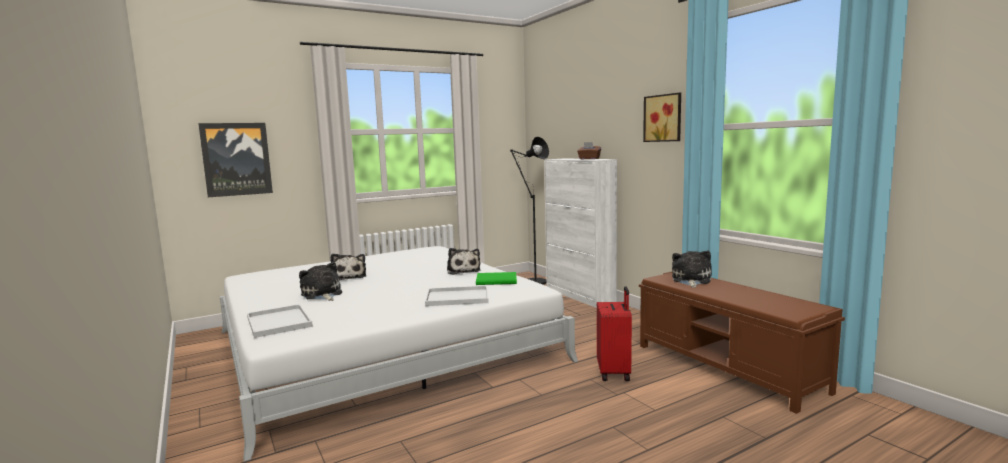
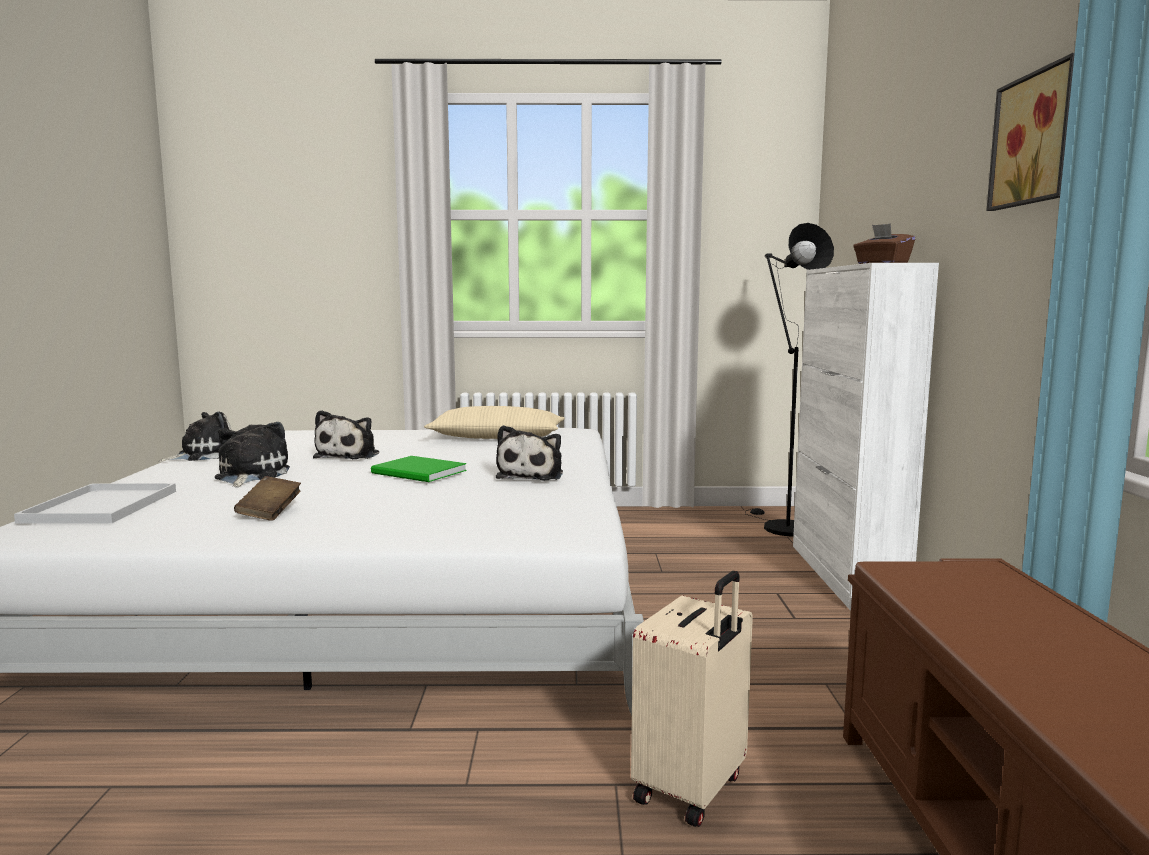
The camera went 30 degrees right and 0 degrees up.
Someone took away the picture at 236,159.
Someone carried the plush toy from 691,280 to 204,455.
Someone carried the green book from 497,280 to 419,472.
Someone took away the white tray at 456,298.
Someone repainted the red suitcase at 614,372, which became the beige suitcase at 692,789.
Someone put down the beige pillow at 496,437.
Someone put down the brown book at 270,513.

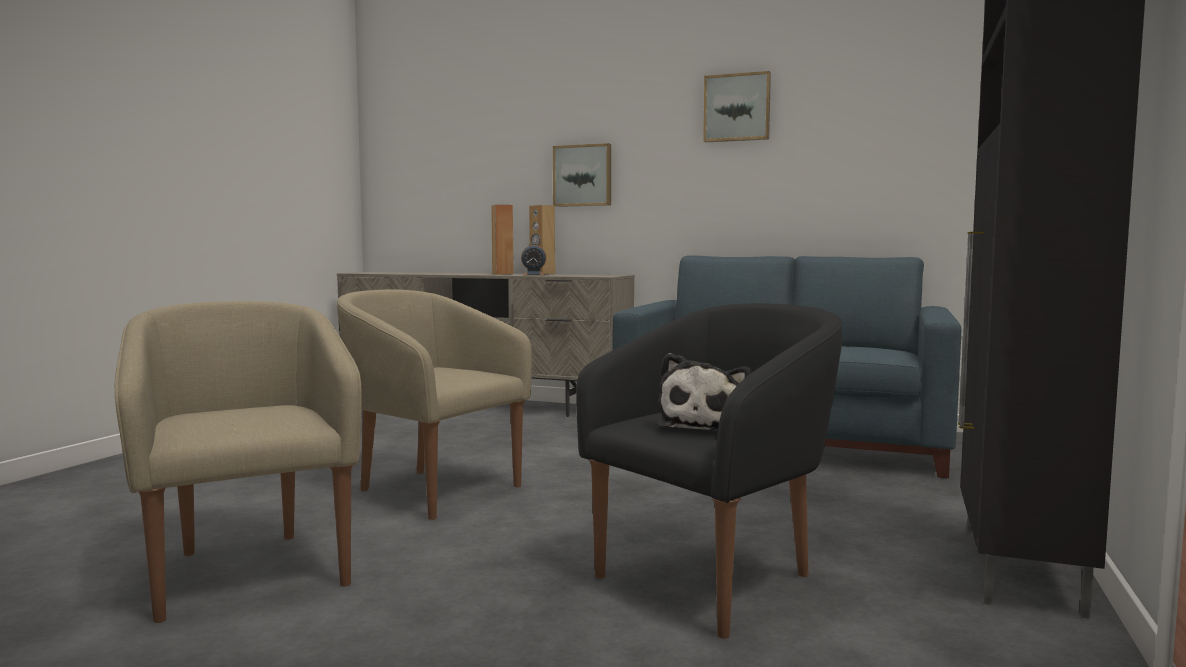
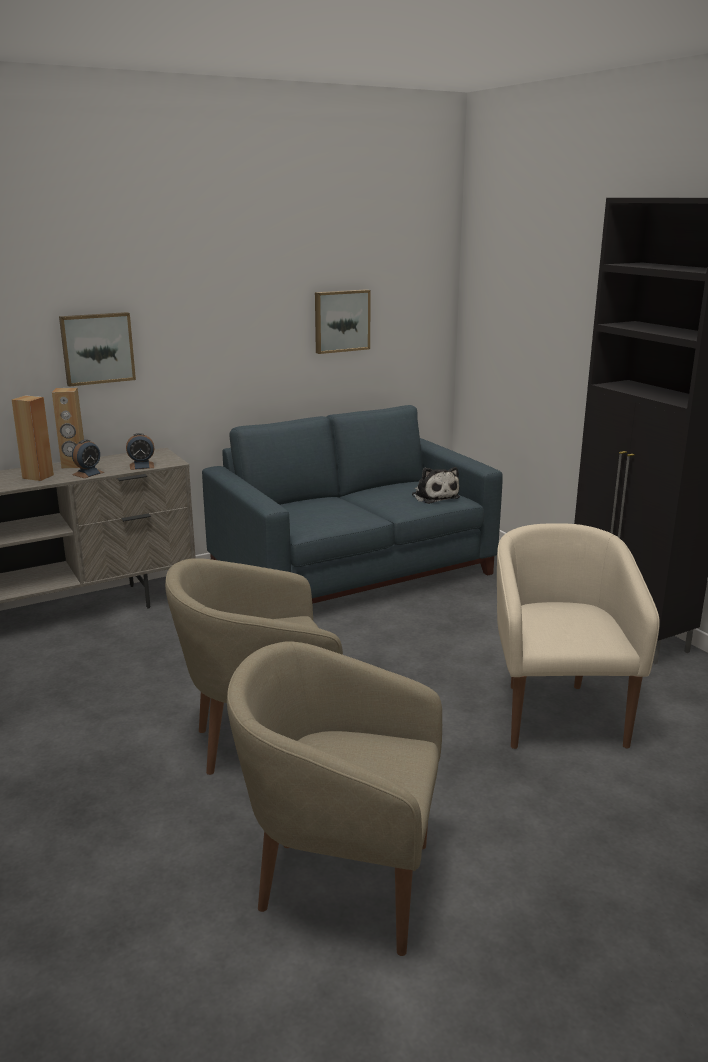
The camera went 50 degrees left and 15 degrees up.
Someone carried the picture from 737,108 to 341,321.
Someone repainted the black armchair at 715,579, which became the beige armchair at 556,714.
Someone carried the plush toy from 708,425 to 434,496.
Someone put down the alarm clock at 141,466.

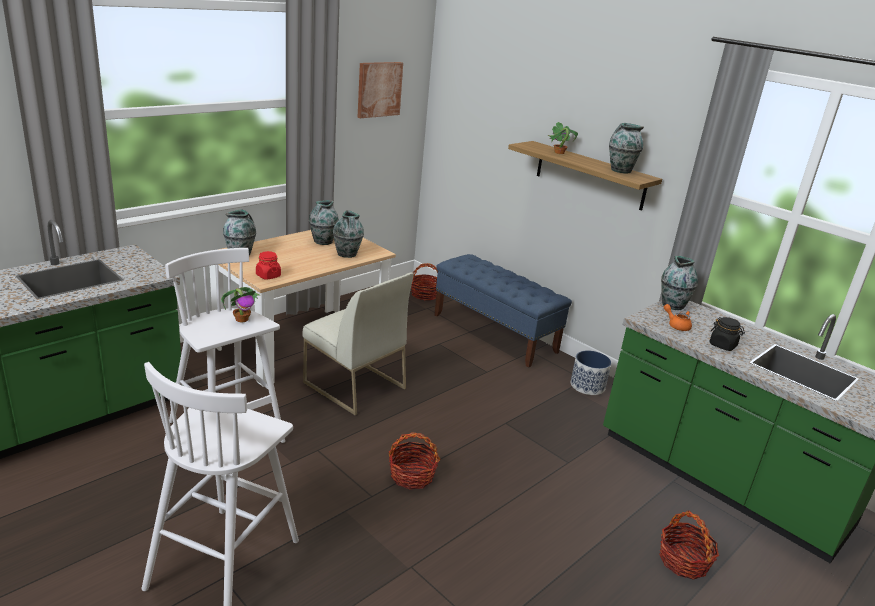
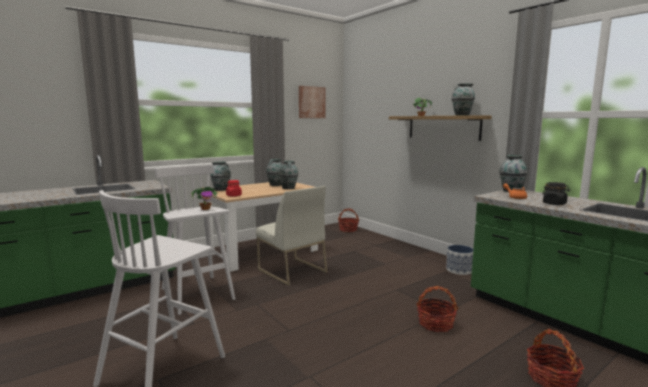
The camera went 10 degrees right and 15 degrees down.
Someone took away the blue bench at 494,333.
Someone carried the basket from 411,476 to 435,324.

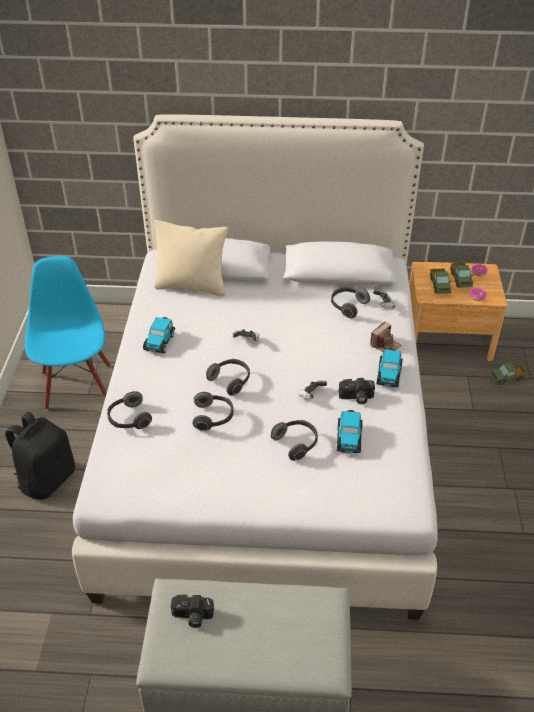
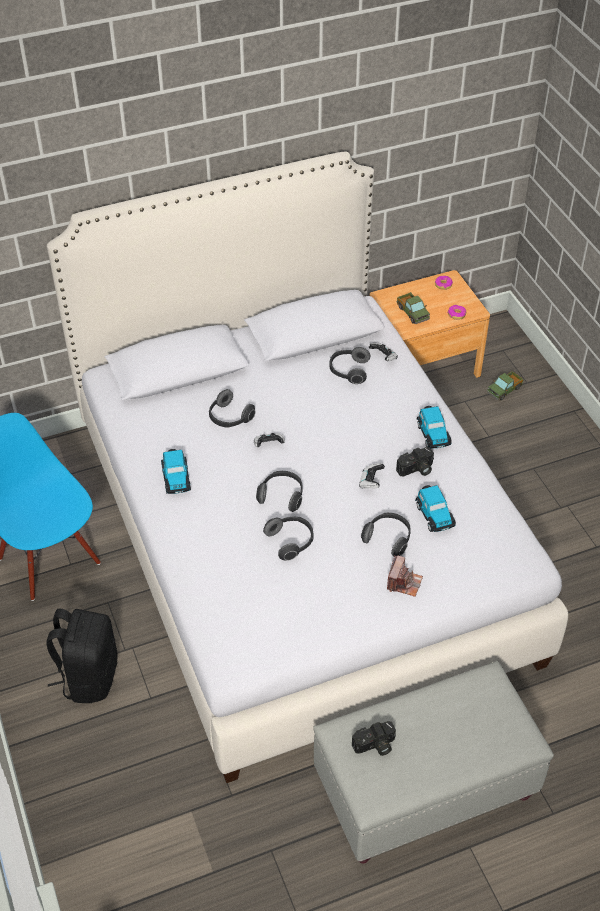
The camera went 25 degrees left and 5 degrees up.
Someone took away the beige pillow at 191,286.
Someone took away the toy truck at 460,279.
Someone carried the photo camera from 385,345 to 404,583.
Someone carried the headphones from 129,419 to 229,418.

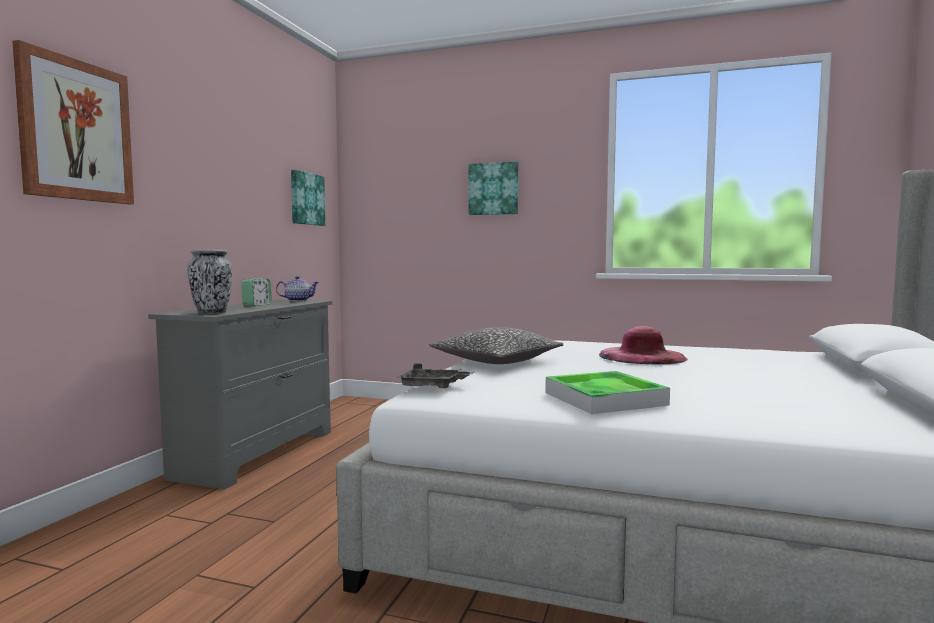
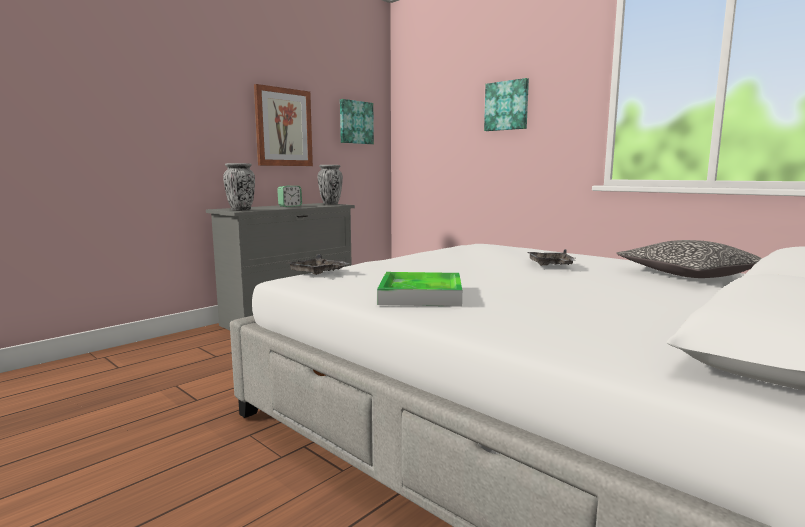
The camera went 25 degrees right and 5 degrees up.
Someone carried the picture from 76,131 to 283,127.
Someone swapped the teapot at 297,300 for the vase at 330,204.
Someone swapped the pink hat at 642,356 for the grey tray at 551,265.
Someone carried the pillow from 496,361 to 689,274.

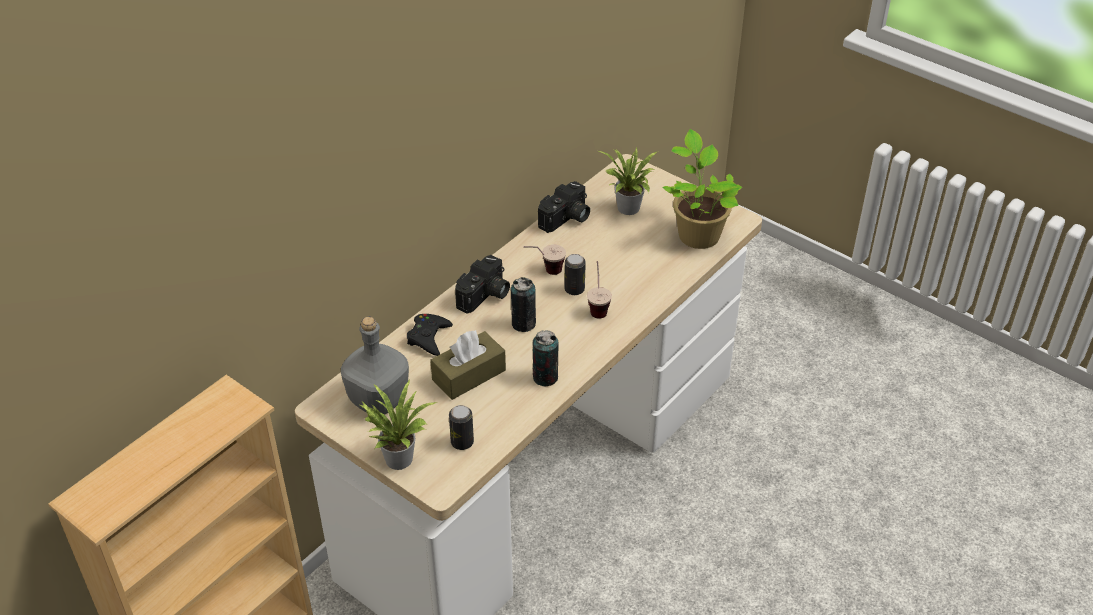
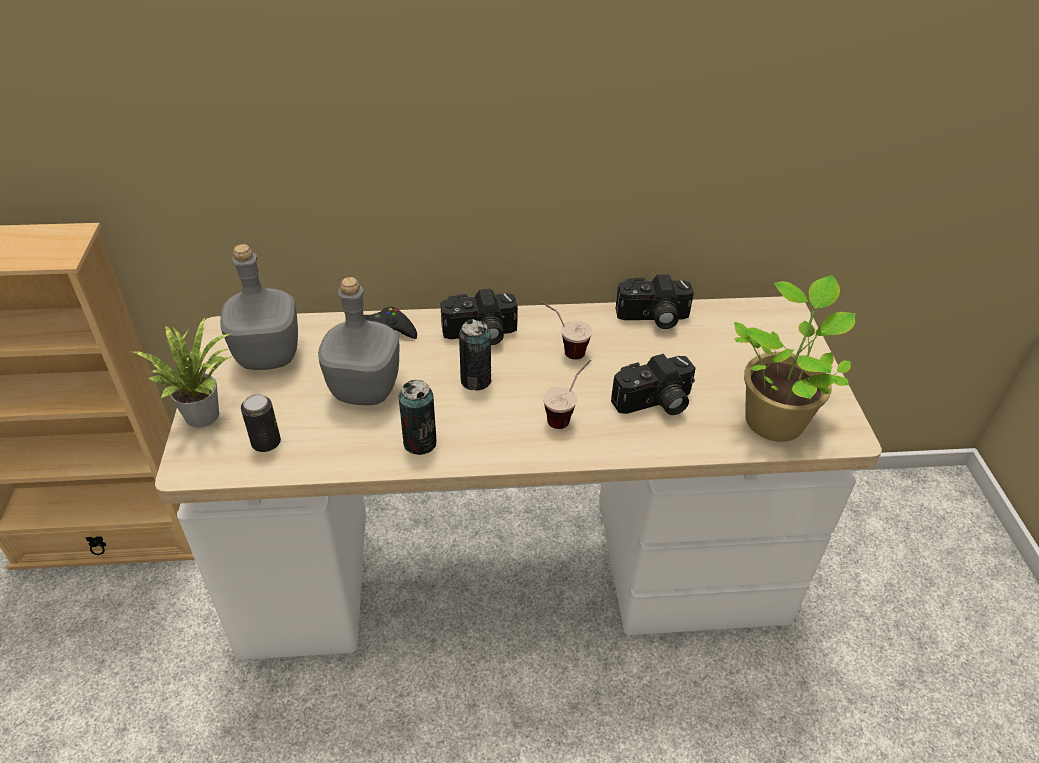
The camera went 45 degrees right and 0 degrees up.
Someone took away the potted plant at 628,210.
Someone took away the can at 574,289.
Someone swapped the brown tissue box at 469,375 for the grey bottle at 363,389.
Someone put down the photo camera at 655,403.

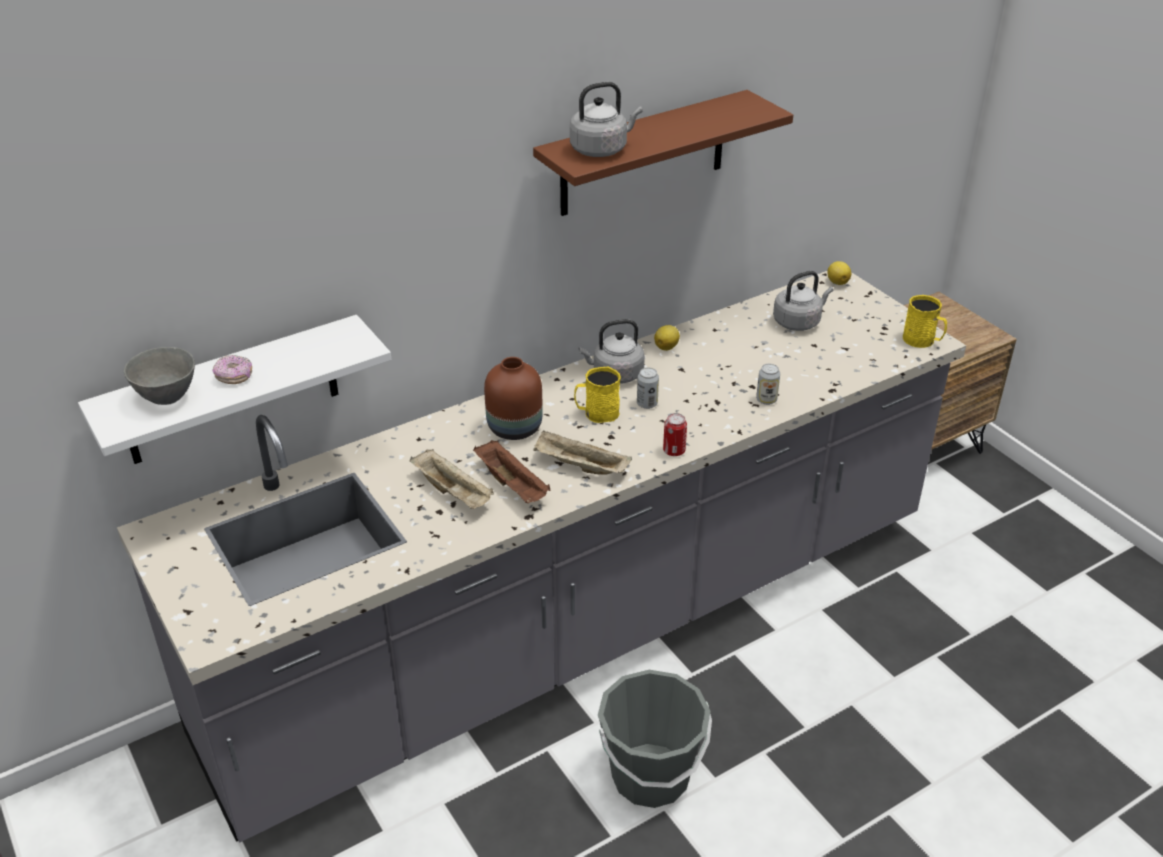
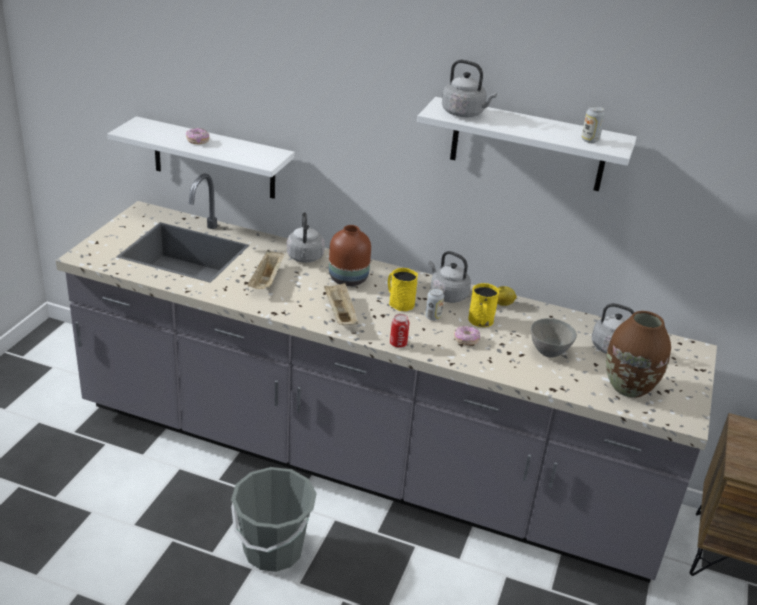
The camera went 50 degrees right and 5 degrees down.
Someone repainted the brown shelf at 643,154, which became the white shelf at 528,145.
Someone took away the lemon at 837,282.
Someone carried the yellow mug from 922,340 to 481,322.
Someone carried the grey bowl from 168,398 to 549,353.
Someone carried the can from 766,400 to 590,140.
Someone took away the brown tray at 513,485.
Someone put down the grey kettle at 305,258.
Someone put down the brown vase at 628,387.
Someone put down the donut at 466,340.

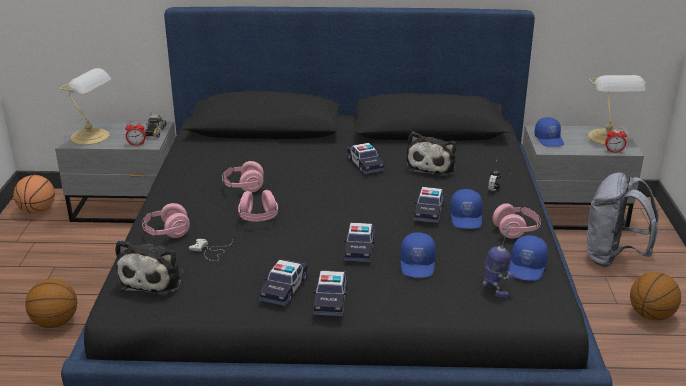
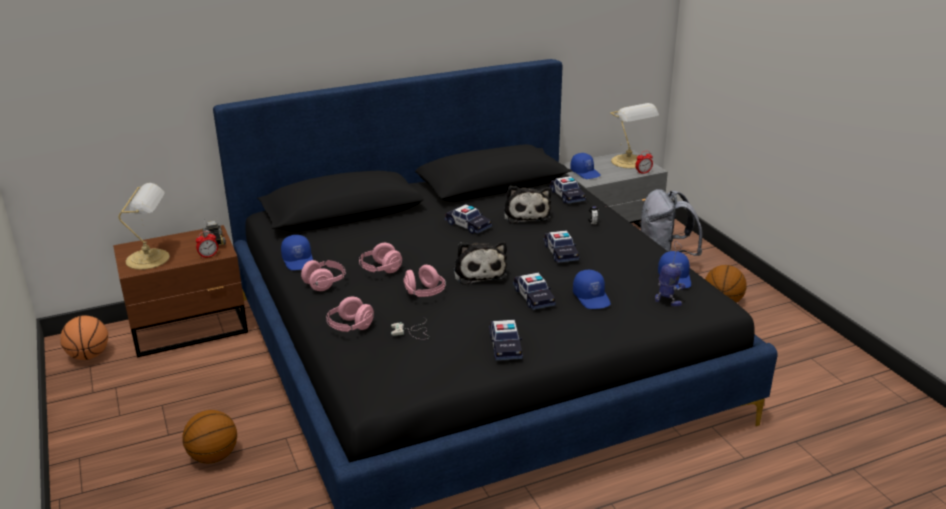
The camera went 25 degrees left and 0 degrees up.
Someone repainted the grey nightstand at 128,208, which became the brown nightstand at 190,328.
Someone carried the blue cap from 466,218 to 299,260.
Someone carried the pink headphones from 516,231 to 325,283.
Someone carried the plush toy from 154,278 to 479,272.
Someone carried the toy car from 330,299 to 567,195.

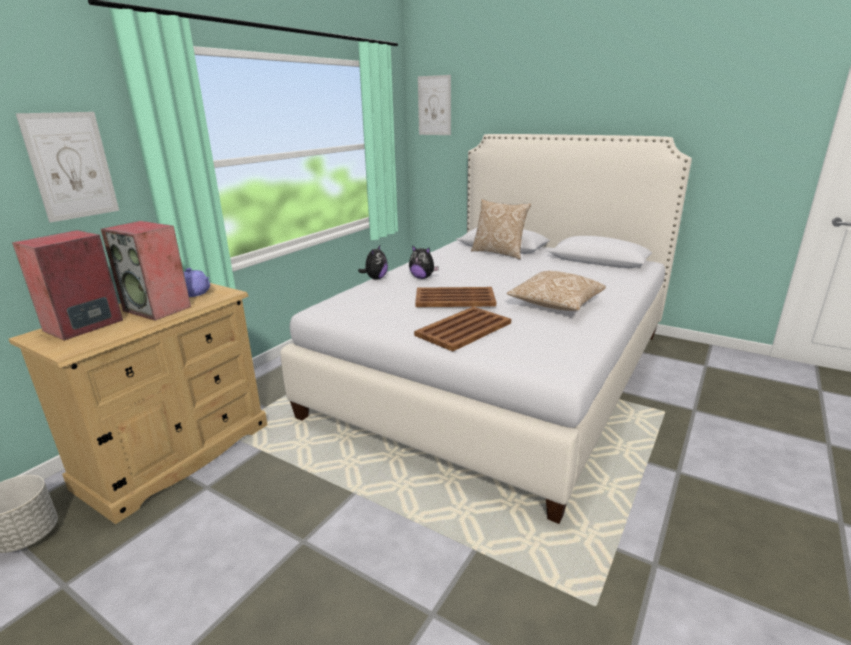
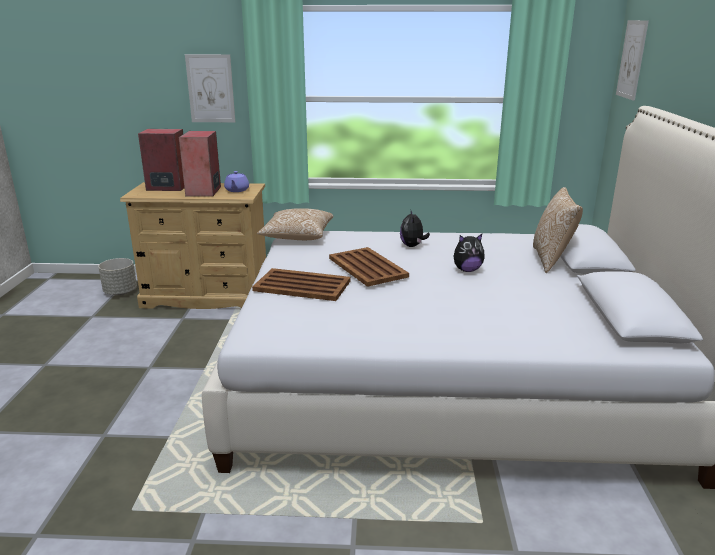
The camera went 60 degrees right and 0 degrees up.
Someone carried the plush toy from 375,278 to 467,270.
Someone carried the pillow from 555,304 to 297,236.

